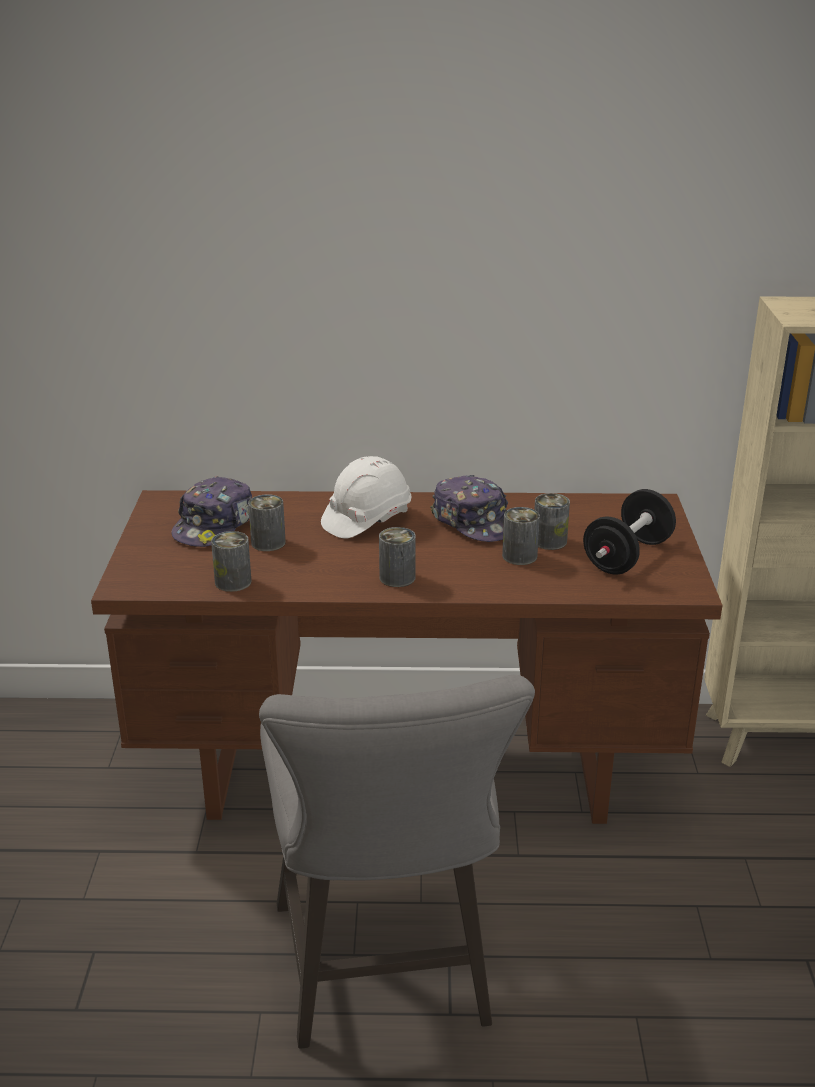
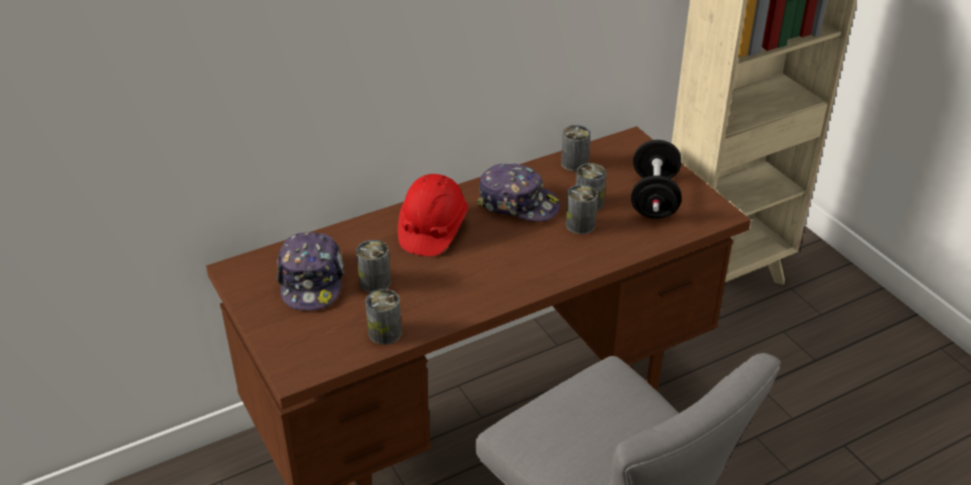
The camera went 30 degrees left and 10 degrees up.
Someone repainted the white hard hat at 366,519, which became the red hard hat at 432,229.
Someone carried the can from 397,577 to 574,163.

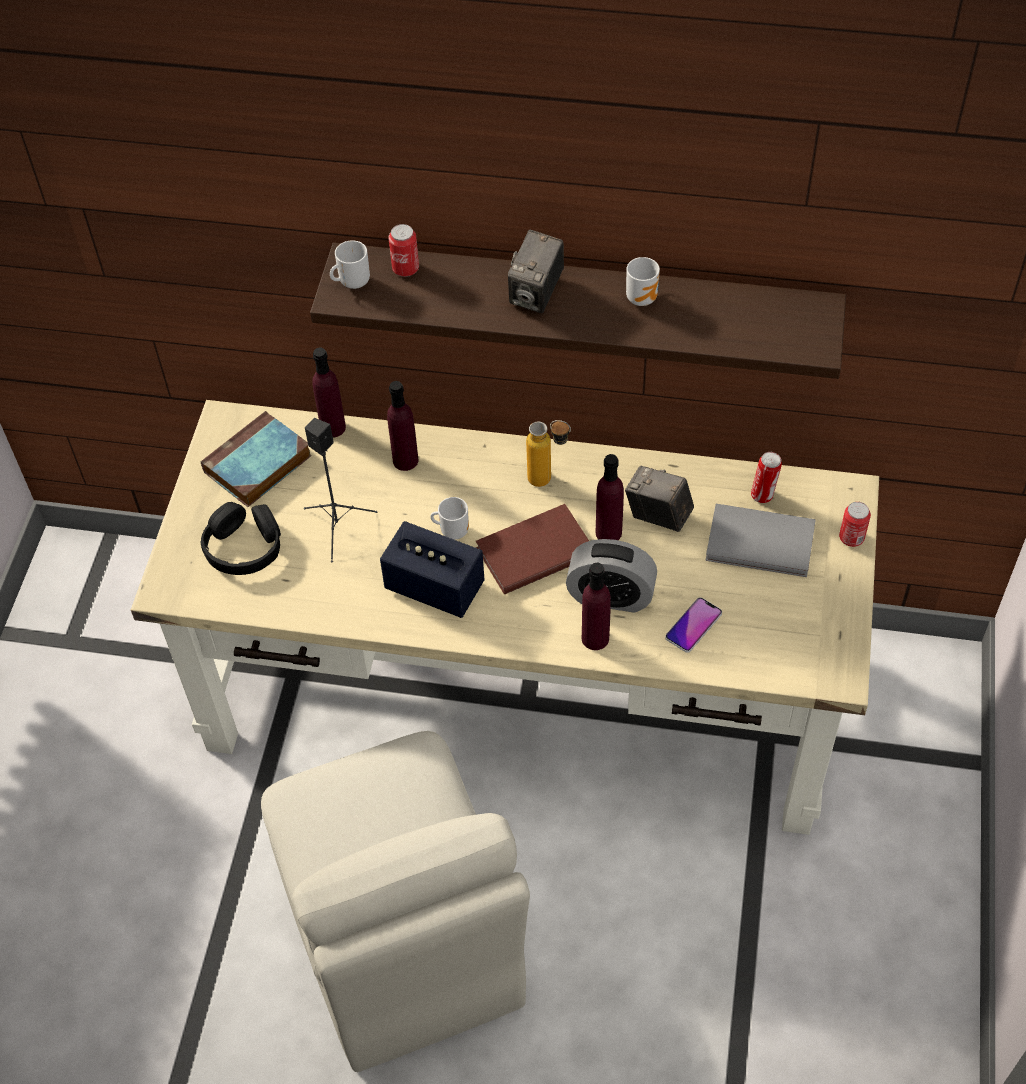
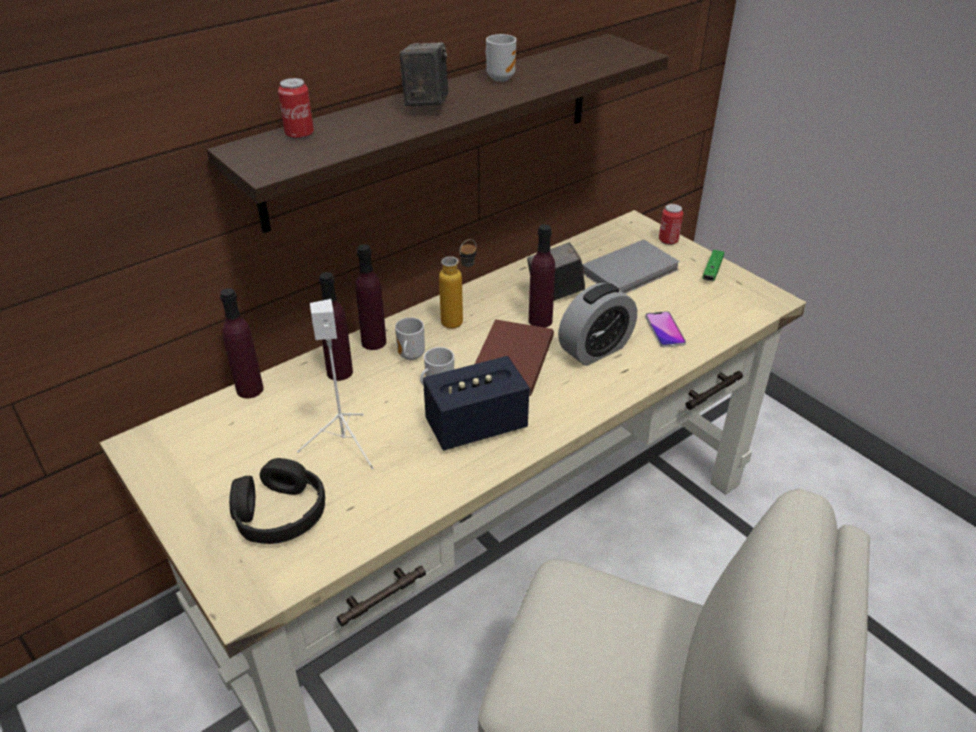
The camera went 50 degrees left and 15 degrees down.
Someone rotated the photo camera at 536,294 by 150 degrees counterclockwise.
Someone carried the mug from 352,282 to 409,357.
Someone took away the book at 257,466.
Someone repainted the black speaker at 338,526, which became the white speaker at 344,443.
Someone took away the can at 763,495.
Someone carried the purple bottle from 595,638 to 374,342.
Someone put down the green game controller at 712,271.

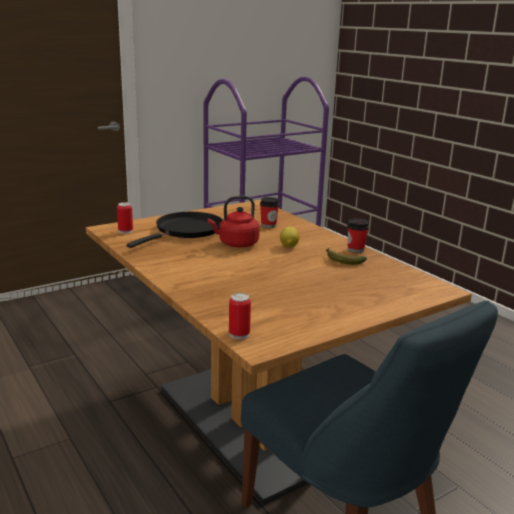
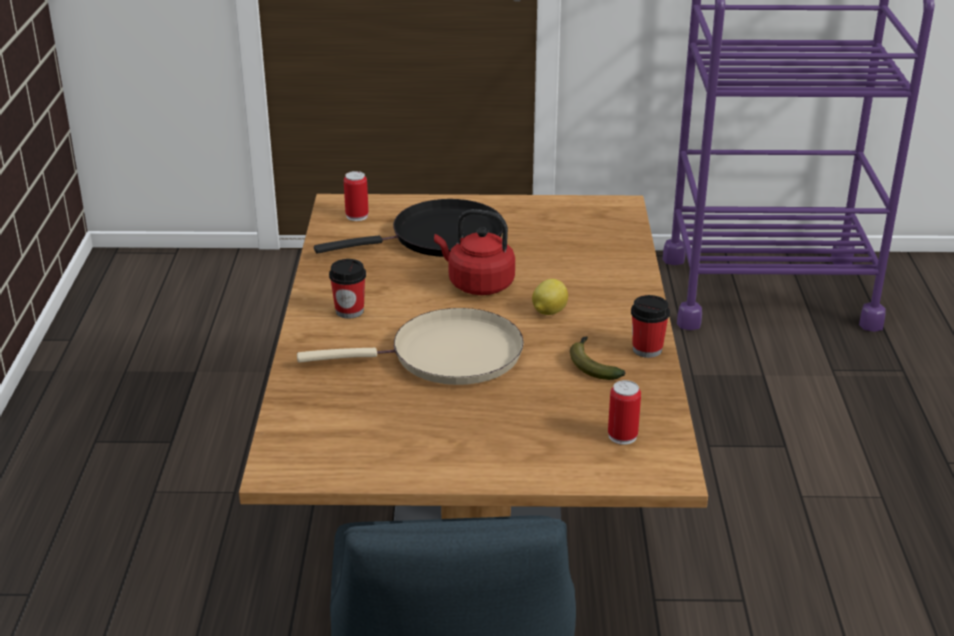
The camera went 35 degrees right and 10 degrees up.
Someone carried the cup from 268,225 to 349,311.
Someone carried the can from 239,334 to 622,436.
Someone put down the beige frying pan at 447,356.

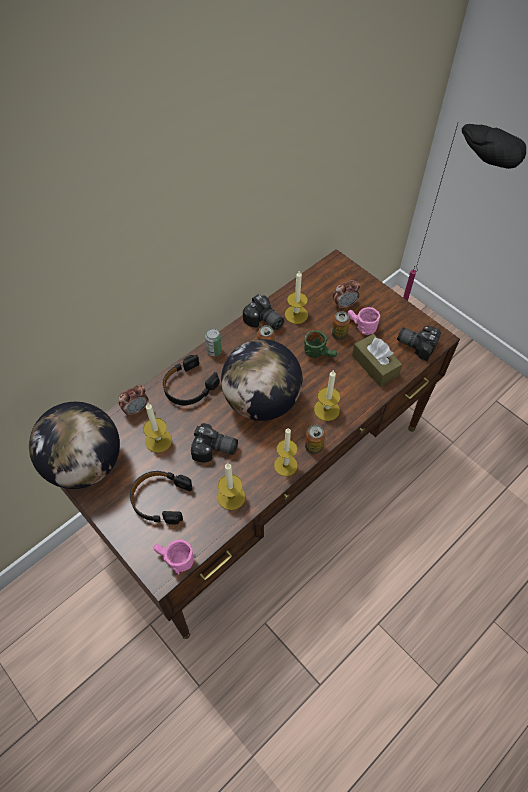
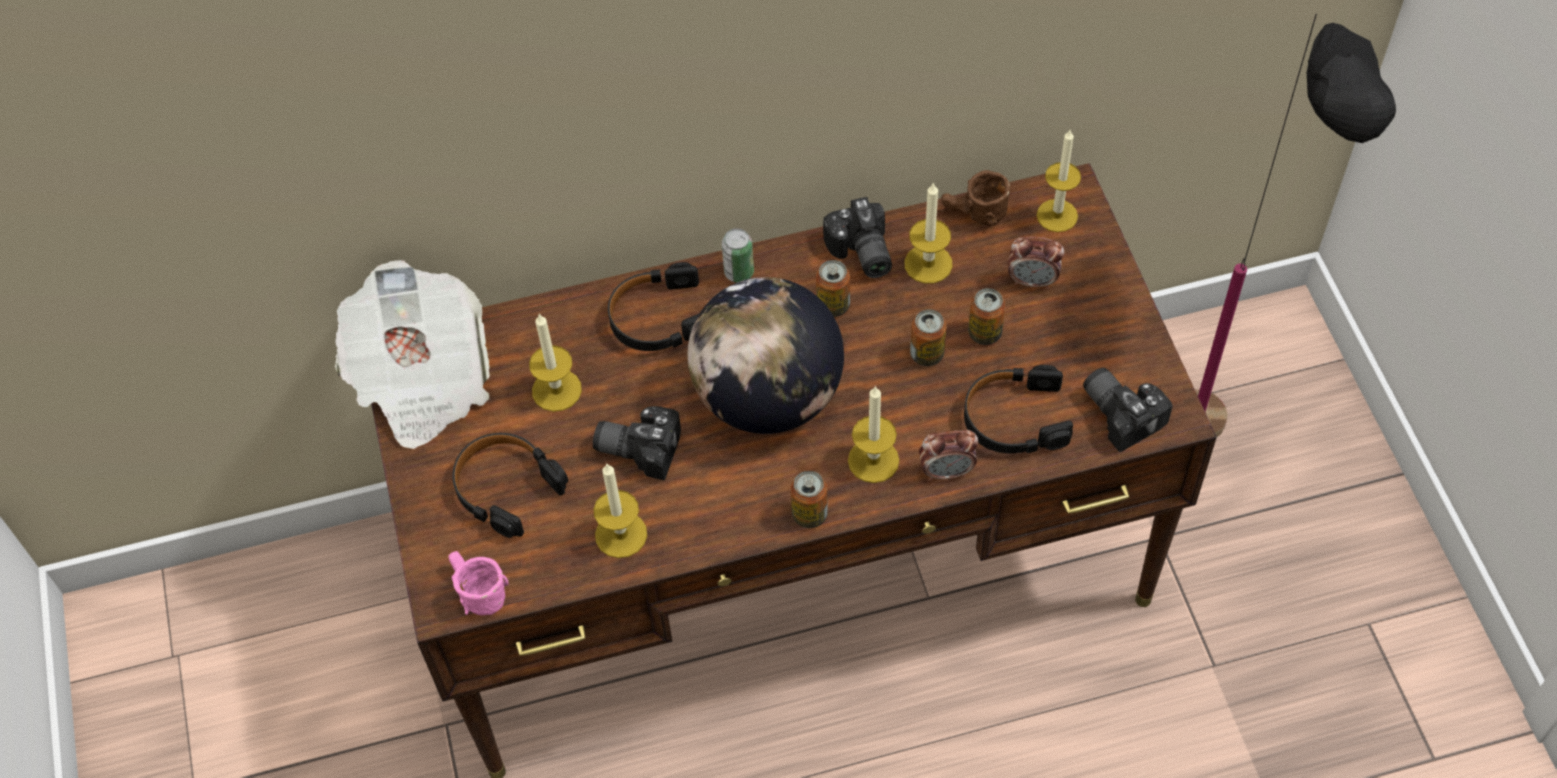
The camera went 30 degrees right and 0 degrees up.
Someone took away the pink mug at 360,327.
Someone swapped the green mug at 320,353 for the can at 927,354.
Someone swapped the brown tissue box at 375,365 for the black headphones at 1014,419.
Someone carried the alarm clock from 136,409 to 947,471.
Someone swapped the globe at 85,464 for the newspaper at 421,379.
Someone rotated the photo camera at 215,450 by 150 degrees clockwise.
Someone carried the candle from 285,465 to 1057,215.
Someone put down the brown mug at 974,215.

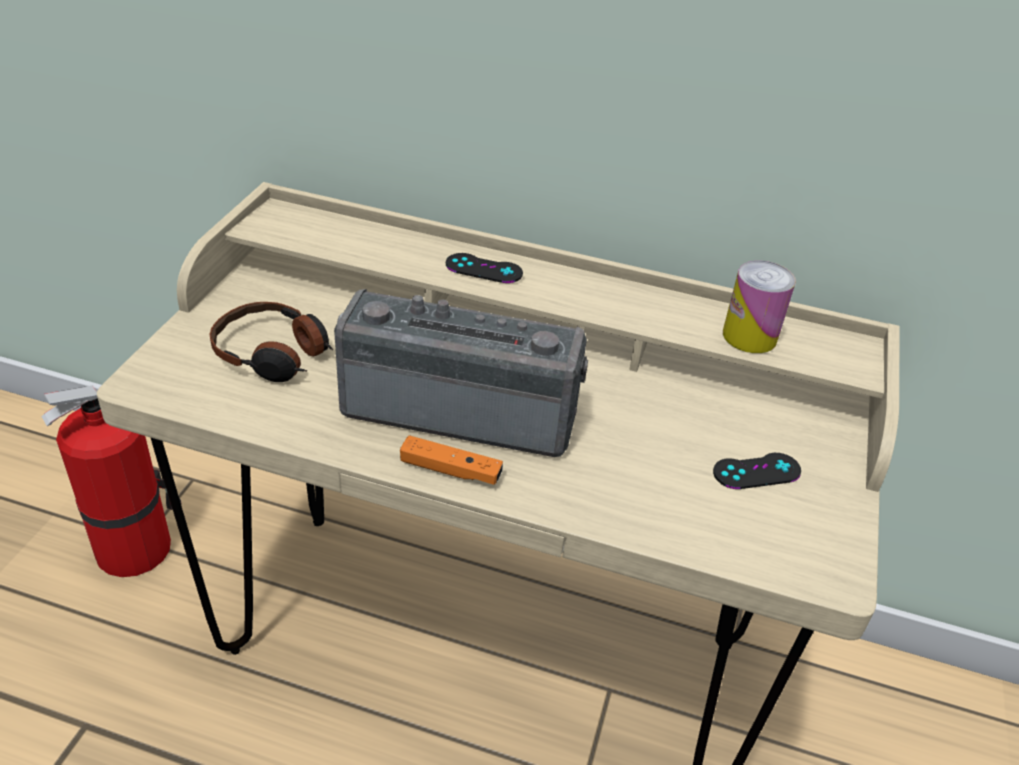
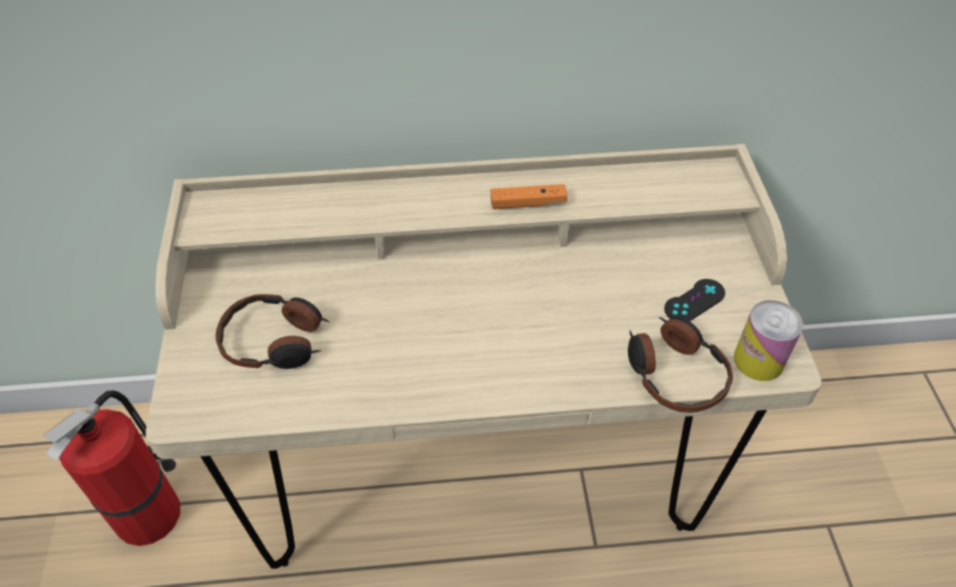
The camera went 20 degrees left and 10 degrees up.
Someone took away the black game controller at 484,269.
Someone carried the can from 749,336 to 758,360.
Someone took away the radio at 461,408.
Someone carried the orange game controller from 450,470 to 528,203.
Someone put down the headphones at 674,373.

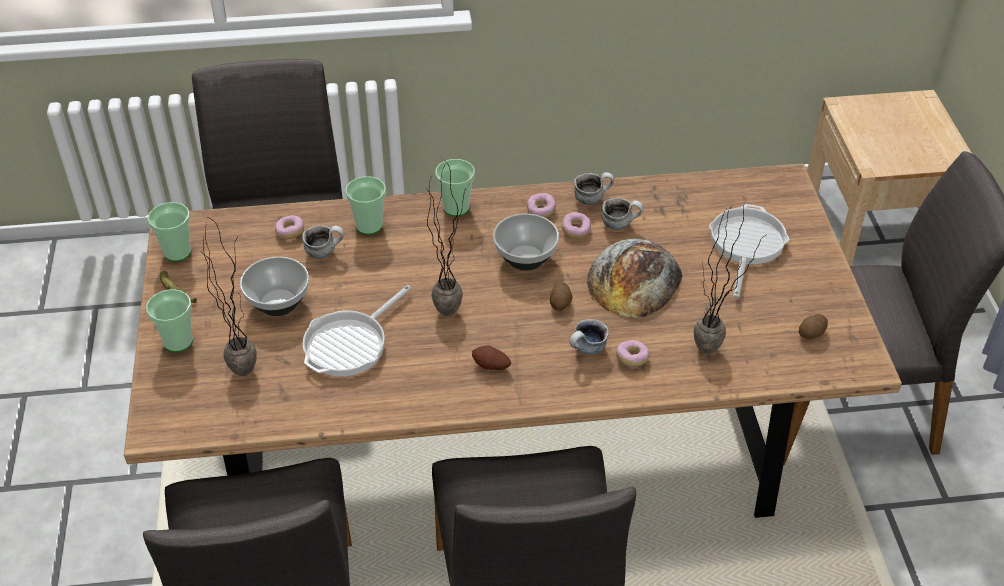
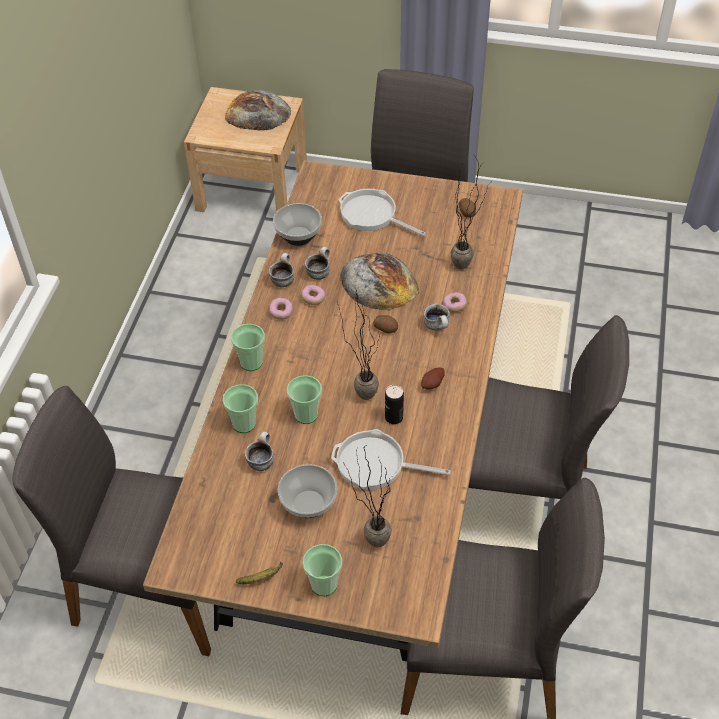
The camera went 70 degrees left and 5 degrees up.
Someone carried the cup from 177,252 to 306,415.
Someone carried the bowl from 525,259 to 299,237.
Someone took away the donut at 290,232.
Someone rotated the frying pan at 350,344 by 135 degrees clockwise.
Someone put down the bread at 257,113.
Someone put down the can at 394,417.

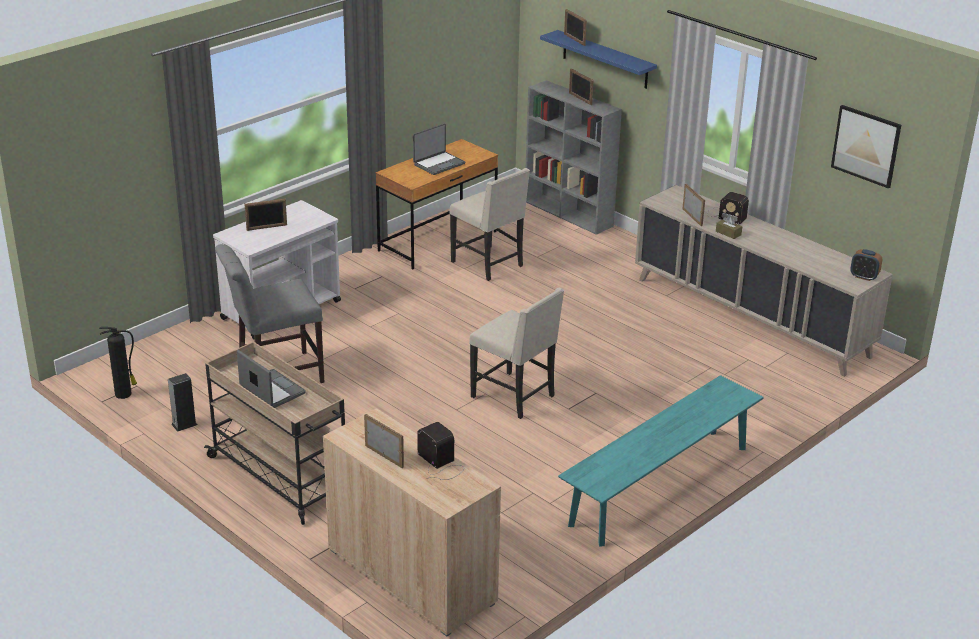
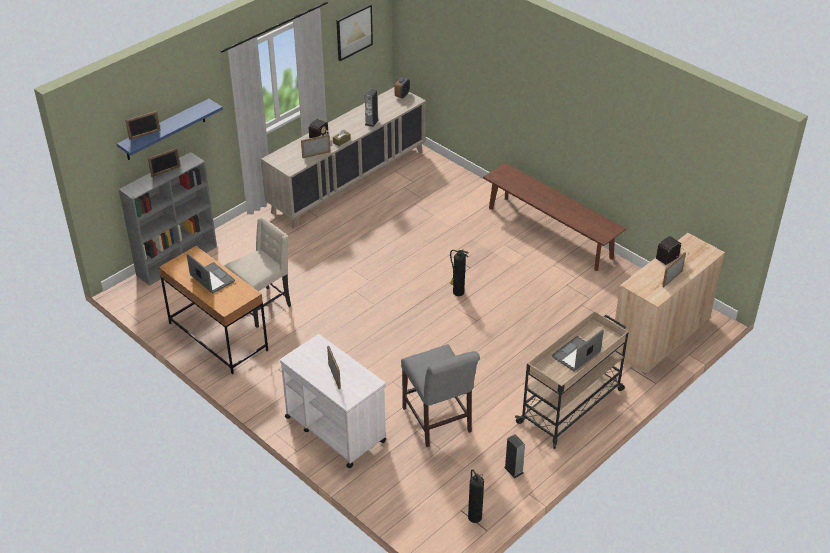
The camera went 90 degrees left and 10 degrees up.
Someone swapped the beige chair at 515,397 for the fire extinguisher at 458,292.
Someone repainted the turquoise bench at 660,485, which became the brown bench at 549,232.
Someone put down the speaker at 371,122.

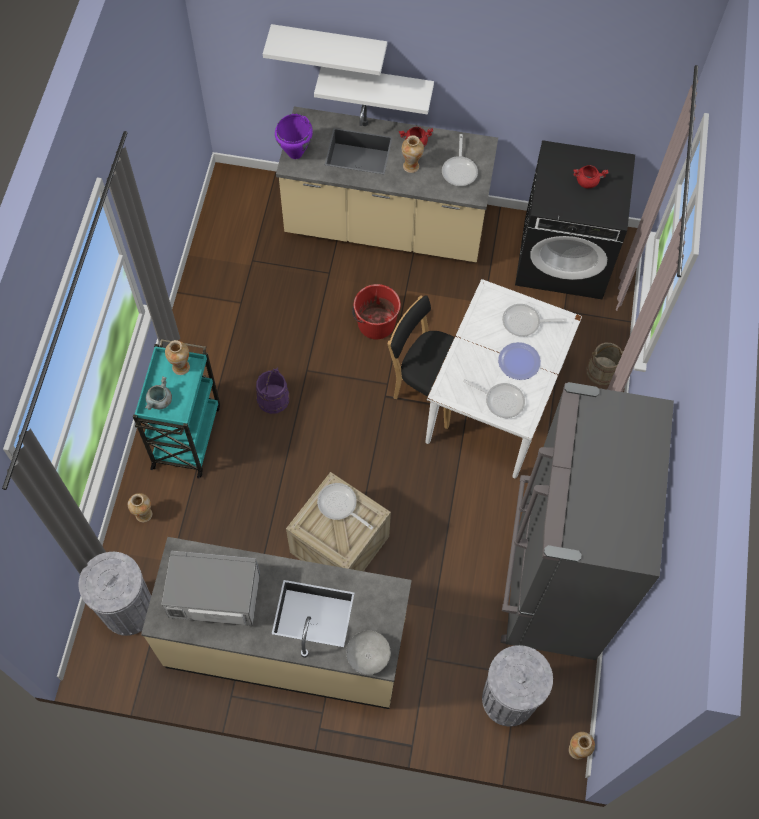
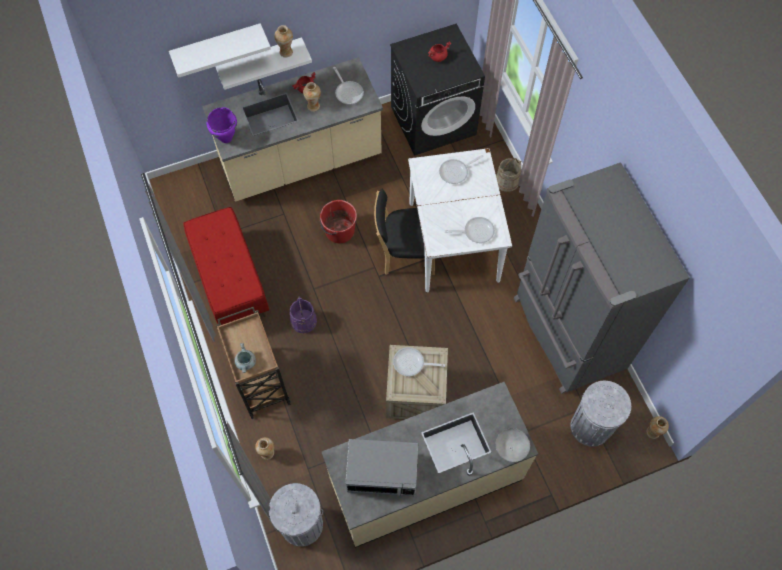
The camera went 30 degrees left and 0 degrees up.
Someone repainted the turquoise cart at 187,435, which became the brown cart at 260,380.
Someone carried the vase from 181,367 to 286,52.
Someone took away the plate at 519,361.
Someone rotated the microwave at 214,596 by 150 degrees counterclockwise.
Someone put down the red bench at 230,280.

